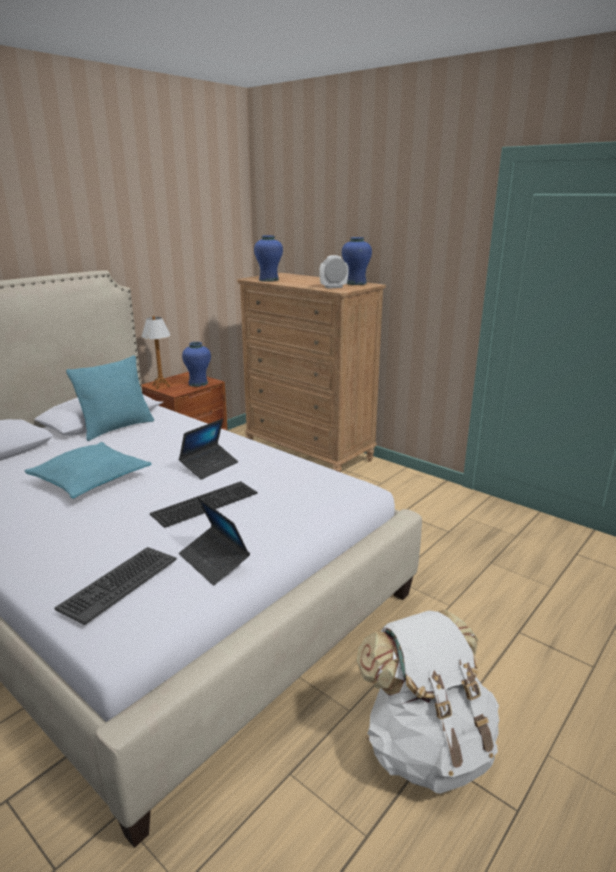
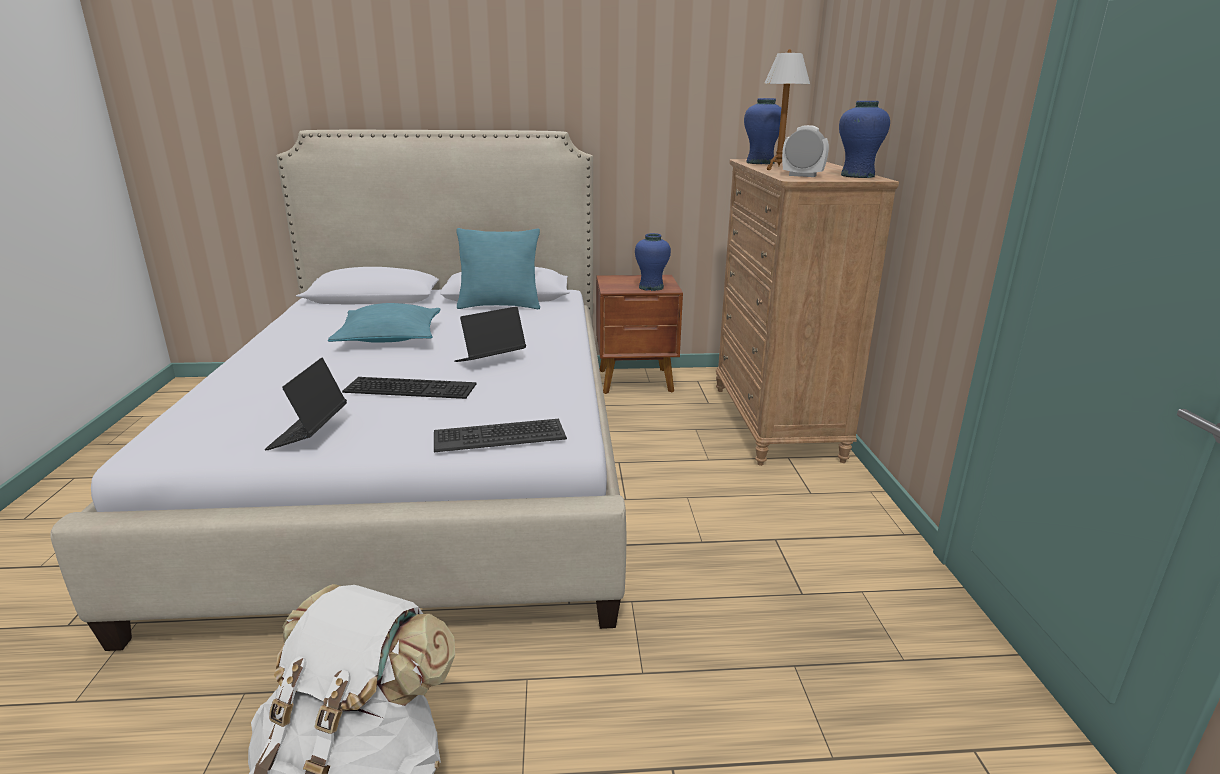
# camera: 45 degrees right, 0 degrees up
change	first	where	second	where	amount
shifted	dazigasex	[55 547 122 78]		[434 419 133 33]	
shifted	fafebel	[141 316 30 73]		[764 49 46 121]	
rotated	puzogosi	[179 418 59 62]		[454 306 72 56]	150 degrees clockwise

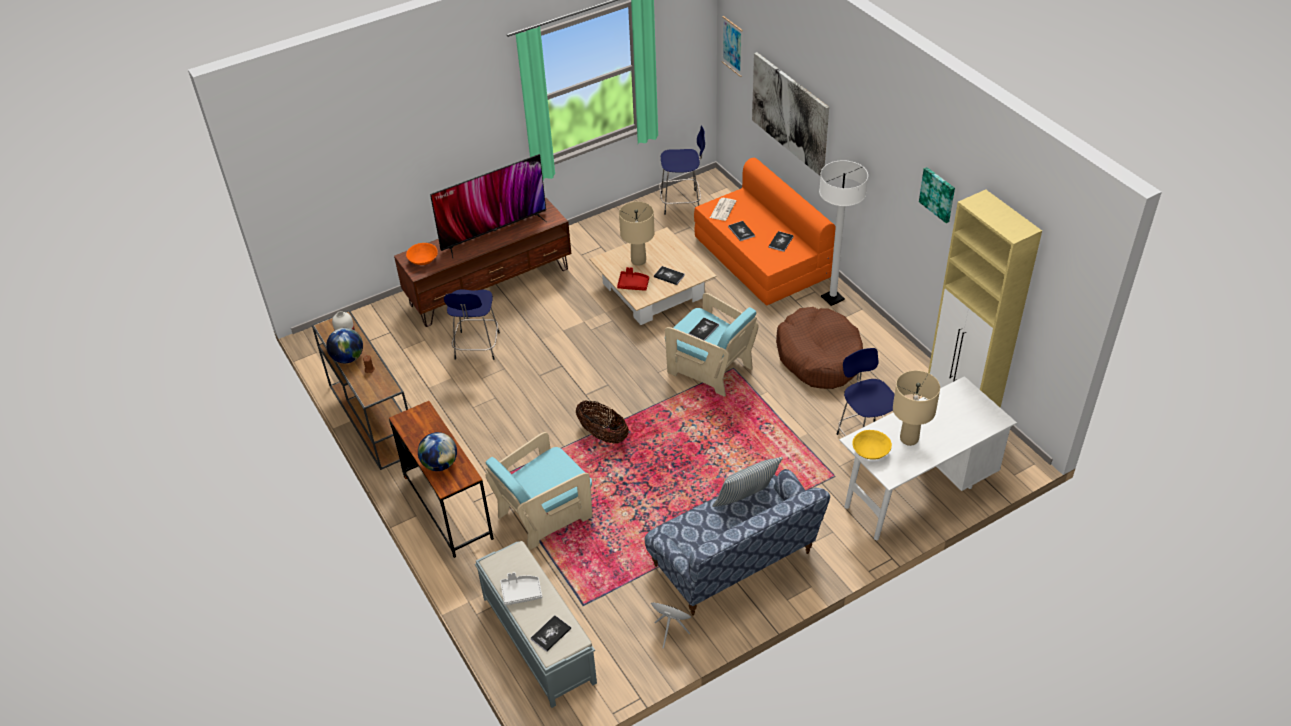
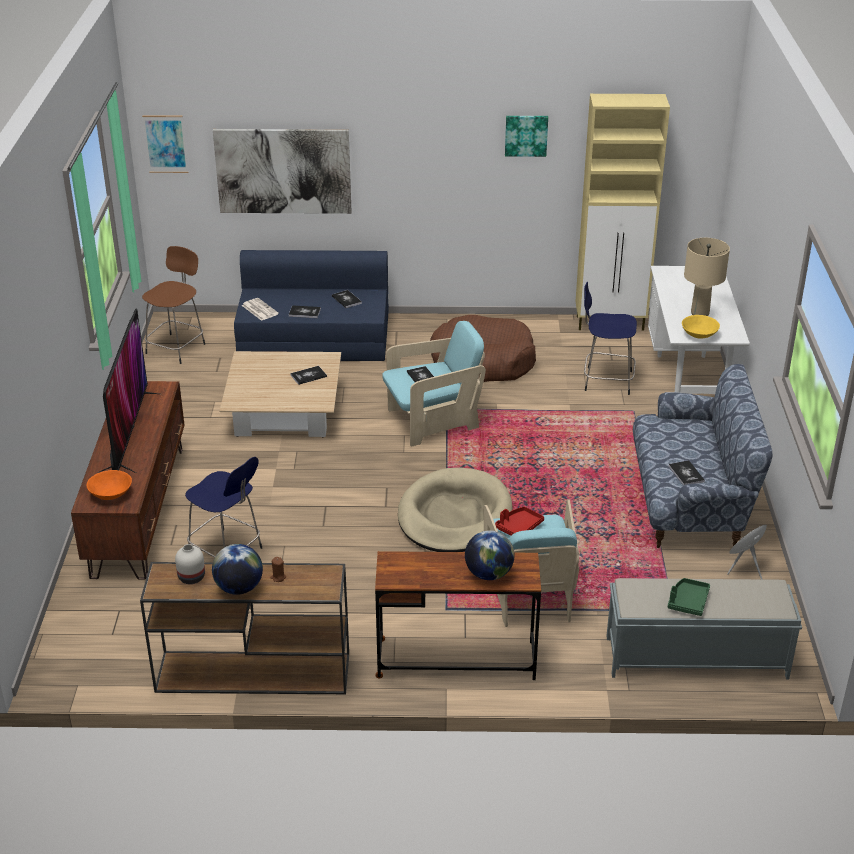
# camera: 60 degrees left, 10 degrees down
change	first	where	second	where	amount
gone	beige fafebel	[619 201 35 65]			
gone	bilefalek	[712 457 71 50]			
gone	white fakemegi	[819 160 49 146]			
shifted	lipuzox	[531 615 40 37]		[668 460 37 25]	
shifted	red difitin	[617 267 32 24]		[495 507 49 29]	
swapped	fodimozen	[576 400 53 44]	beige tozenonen	[398 467 115 85]	
repainted	grey difitin	[500 572 42 34]	green difitin	[668 578 42 38]	
repainted	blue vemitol	[659 125 46 90]	brown vemitol	[142 246 63 118]	
repainted	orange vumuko	[694 158 142 147]	blue vumuko	[234 250 155 111]	

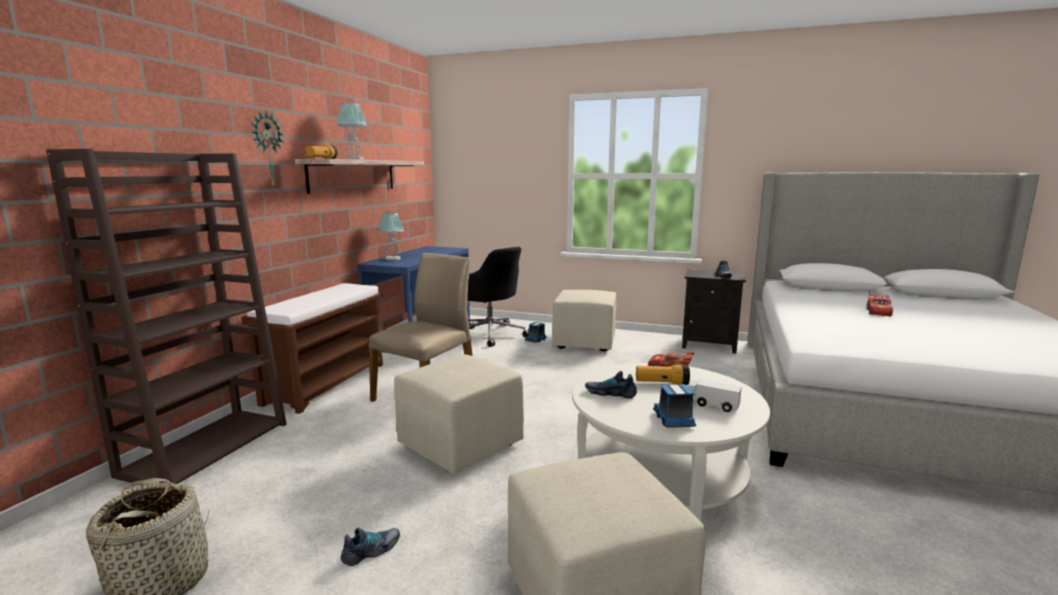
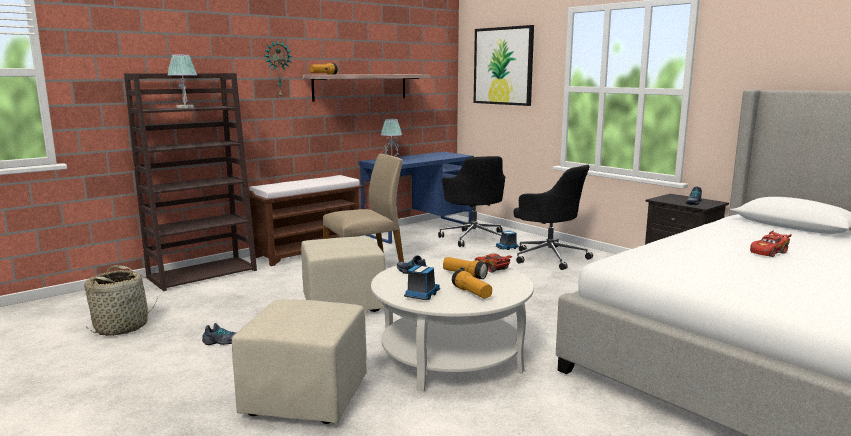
# camera: 30 degrees right, 0 degrees up
change	first	where	second	where	amount
new			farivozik	[474 25 60 81]	
shifted	fafebel	[337 103 30 57]		[167 55 30 53]	
swapped	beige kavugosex	[552 290 64 61]	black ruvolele	[514 164 79 106]	
swapped	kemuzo	[688 379 54 33]	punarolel	[452 269 40 29]	

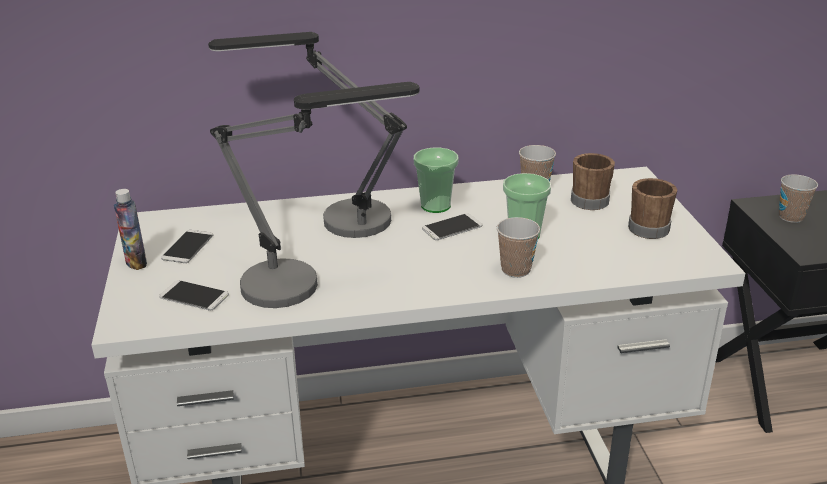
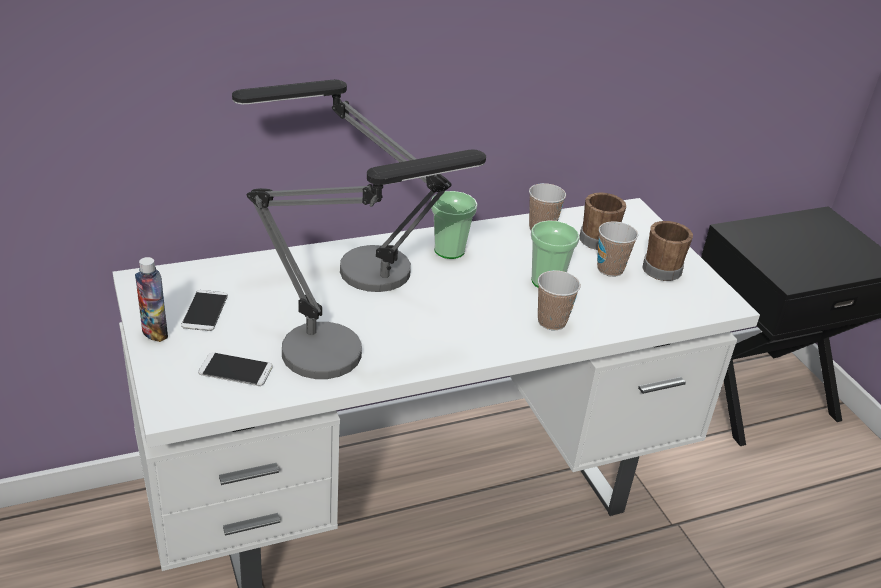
# camera: 15 degrees left, 5 degrees up
change	first	where	second	where	amount
gone	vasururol	[422 213 60 27]			
shifted	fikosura	[779 174 39 49]		[597 221 41 56]	

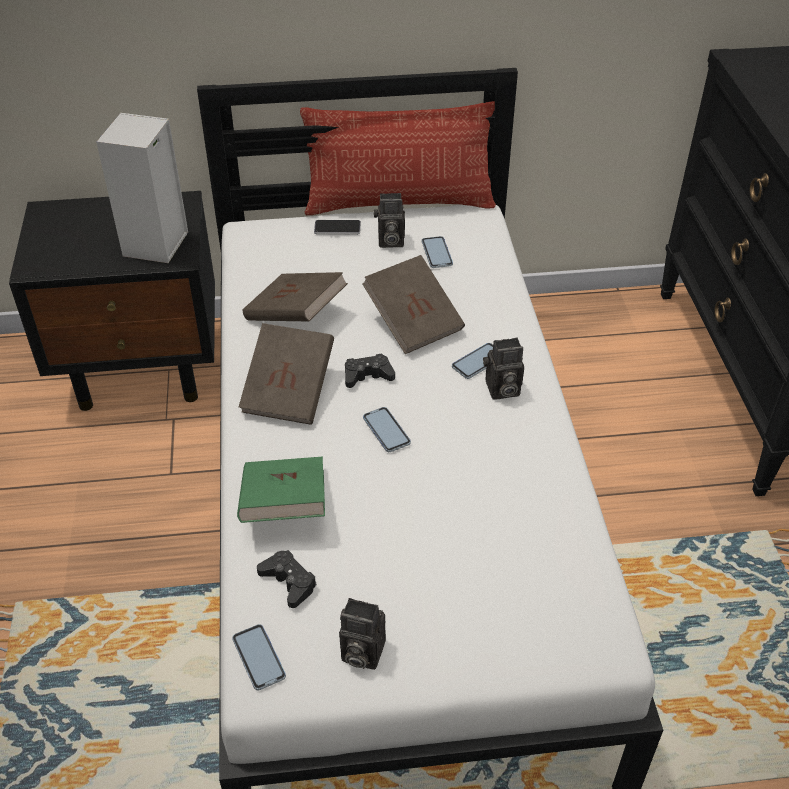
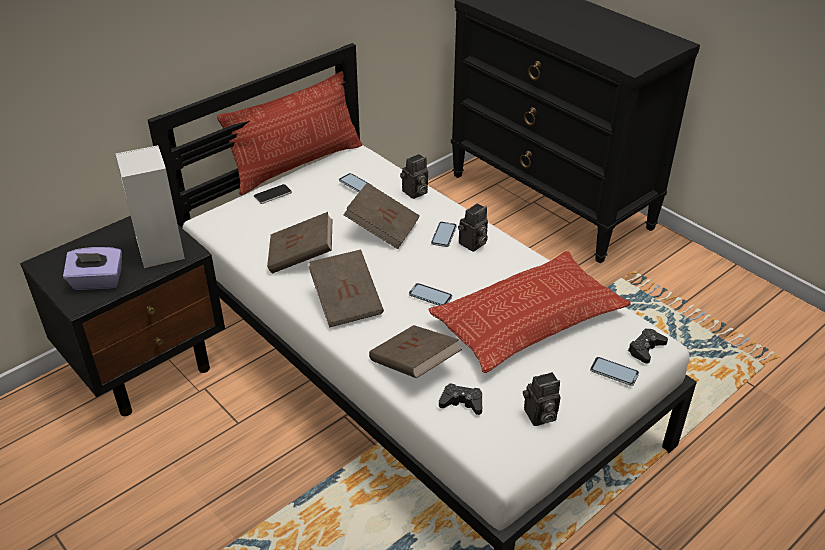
# camera: 35 degrees left, 5 degrees down
change	first	where	second	where	amount
new			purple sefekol	[63 247 59 43]	
new			bilefalek	[428 251 203 122]	
shifted	vasururol	[232 624 54 66]		[590 357 49 29]	
shifted	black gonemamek	[345 354 50 34]		[628 328 40 36]	
shifted	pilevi	[374 193 31 55]		[400 154 28 45]	
repainted	green lipuzox	[237 457 88 66]	brown lipuzox	[369 325 93 53]	

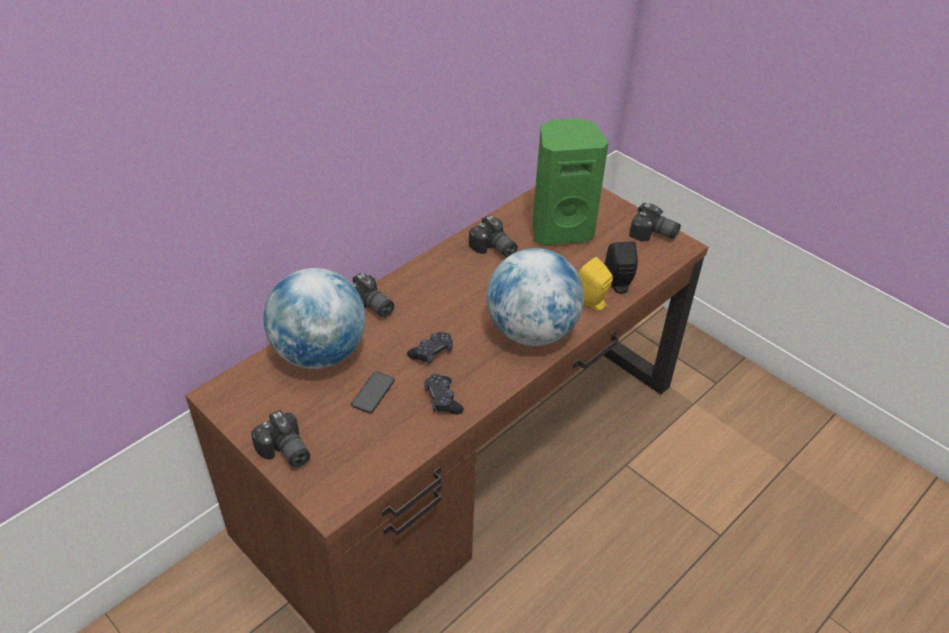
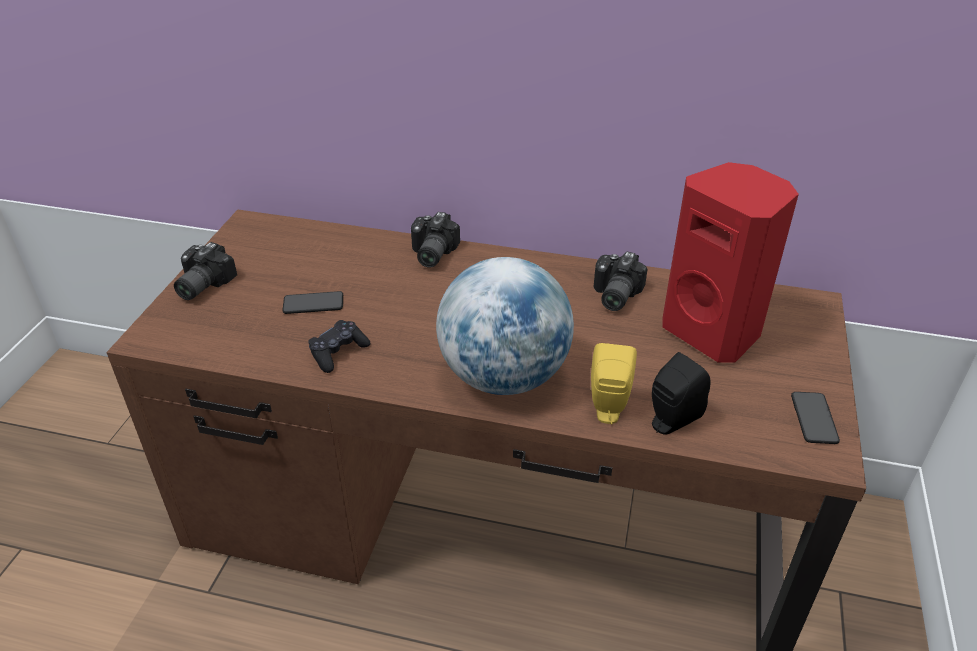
# camera: 60 degrees right, 5 degrees down
change	first	where	second	where	amount
gone	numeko	[263 268 103 101]			
gone	black gonemamek	[407 332 46 32]			
swapped	pilevi	[629 203 52 39]	vasururol	[791 392 49 52]	
repainted	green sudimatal	[533 118 76 127]	red sudimatal	[663 162 136 201]	

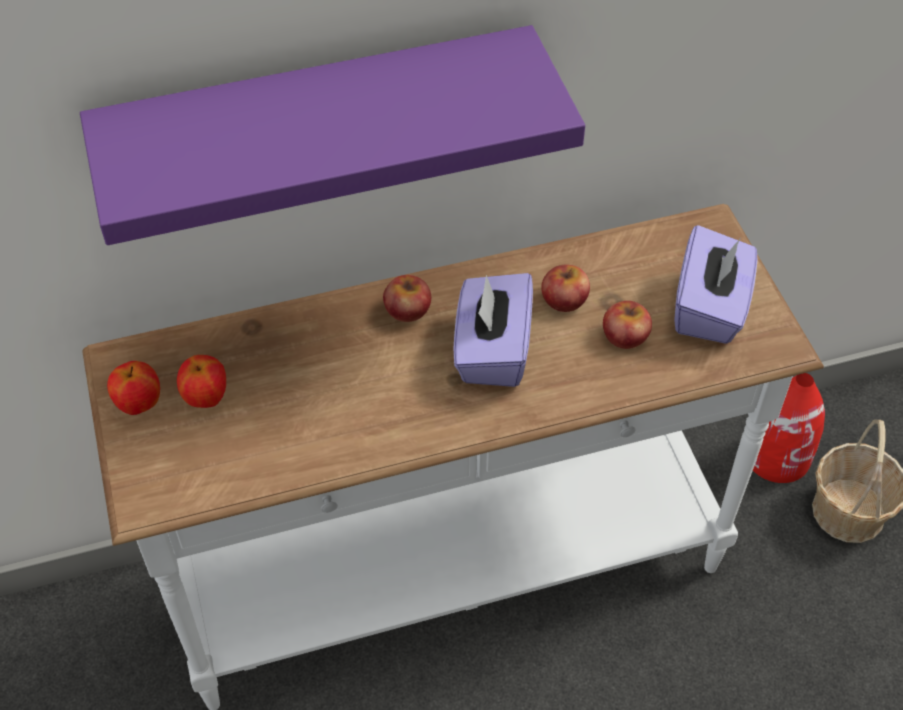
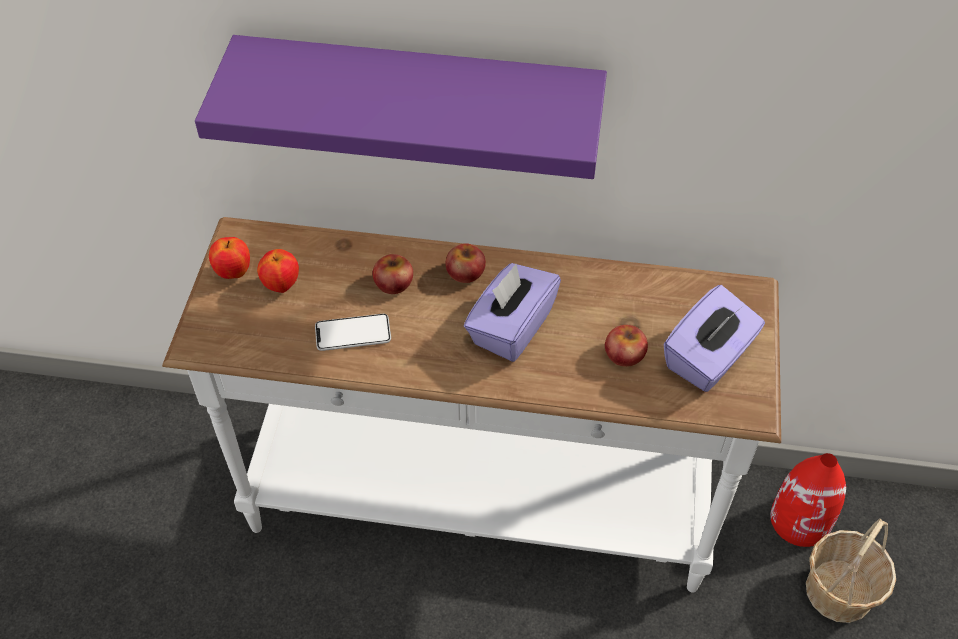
# camera: 25 degrees right, 0 degrees up
change	first	where	second	where	amount
new			vasururol	[315 314 76 37]	
shifted	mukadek	[541 264 49 48]		[372 254 41 40]	

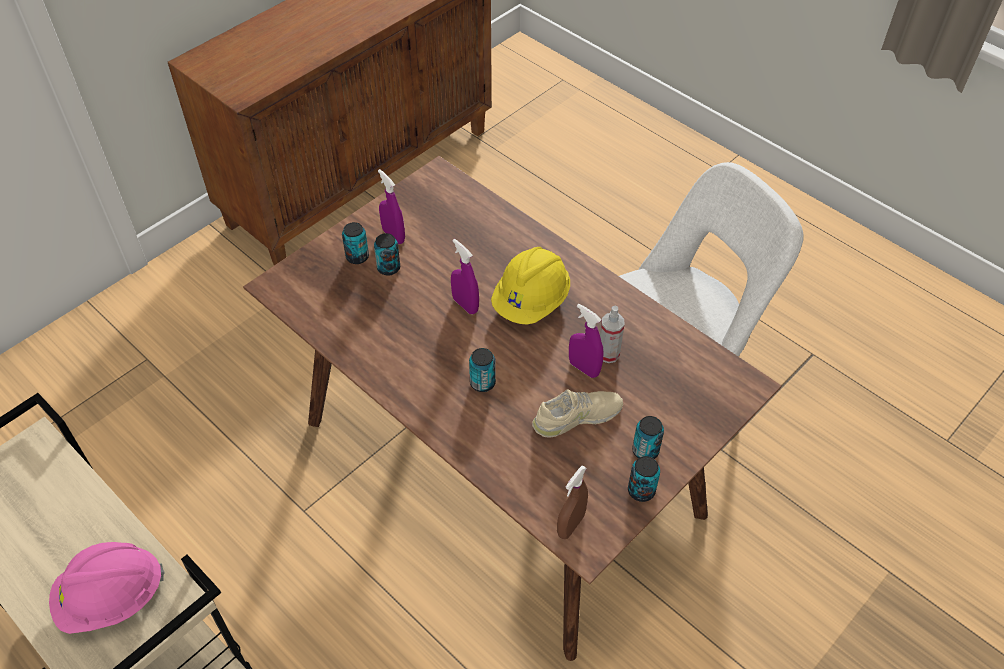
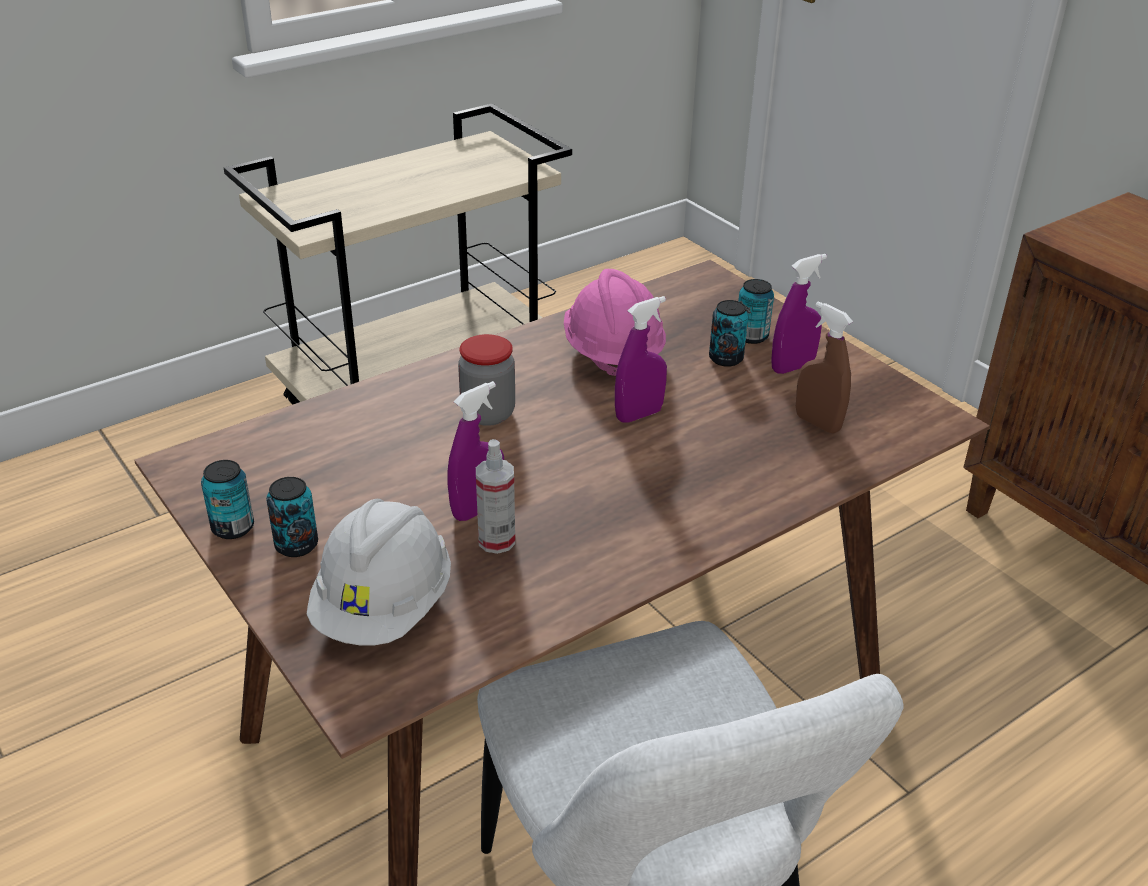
# camera: 100 degrees right, 15 degrees down
change	first	where	second	where	amount
gone	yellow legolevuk	[491 247 79 77]			
gone	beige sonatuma	[532 389 91 49]			
new			white legolevuk	[307 499 144 146]	
shifted	pink legolevuk	[49 542 115 92]		[564 269 102 107]	
shifted	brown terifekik	[557 466 31 73]		[796 301 57 133]	
swapped	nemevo	[469 348 27 44]	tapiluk	[458 334 57 92]	

